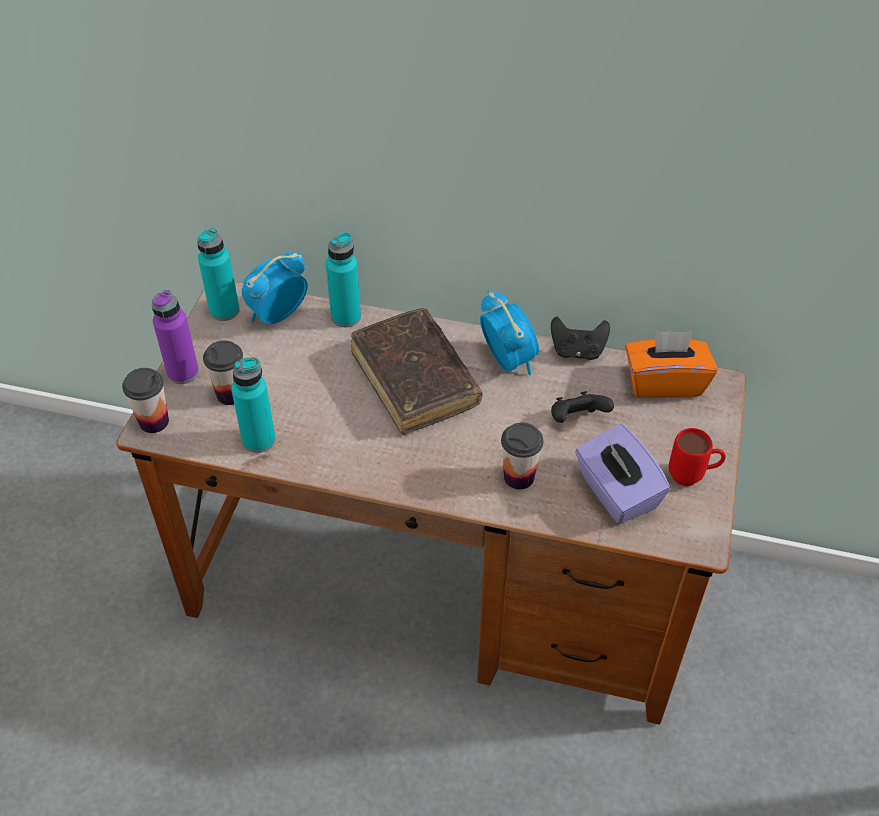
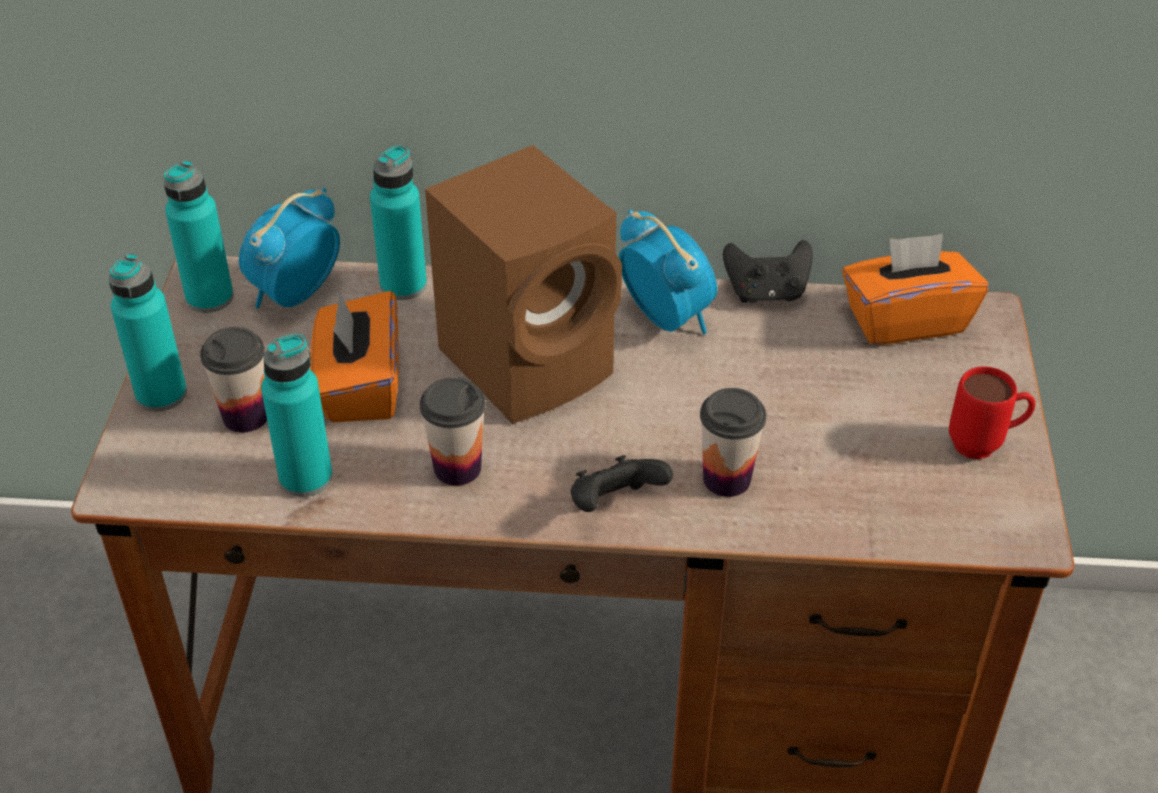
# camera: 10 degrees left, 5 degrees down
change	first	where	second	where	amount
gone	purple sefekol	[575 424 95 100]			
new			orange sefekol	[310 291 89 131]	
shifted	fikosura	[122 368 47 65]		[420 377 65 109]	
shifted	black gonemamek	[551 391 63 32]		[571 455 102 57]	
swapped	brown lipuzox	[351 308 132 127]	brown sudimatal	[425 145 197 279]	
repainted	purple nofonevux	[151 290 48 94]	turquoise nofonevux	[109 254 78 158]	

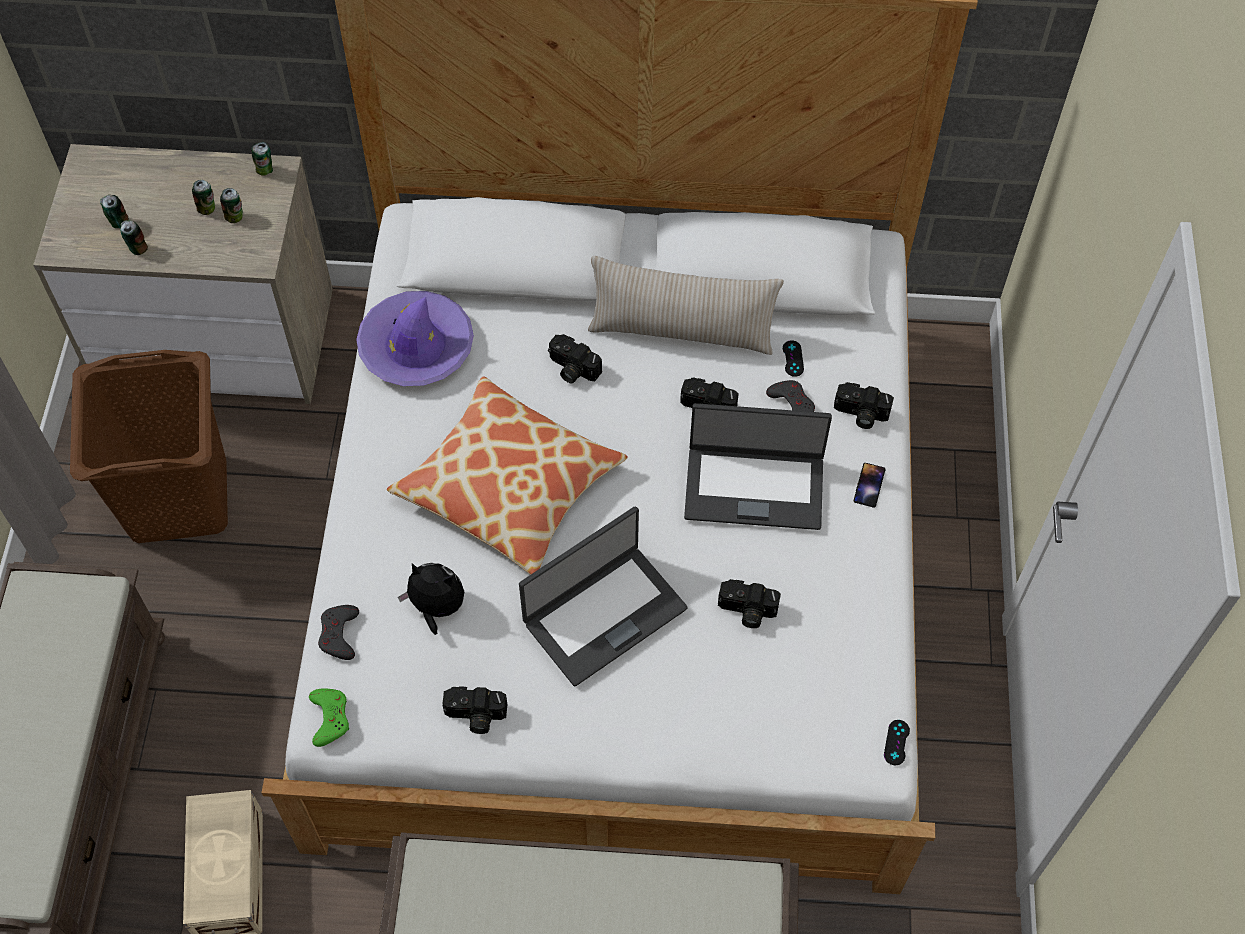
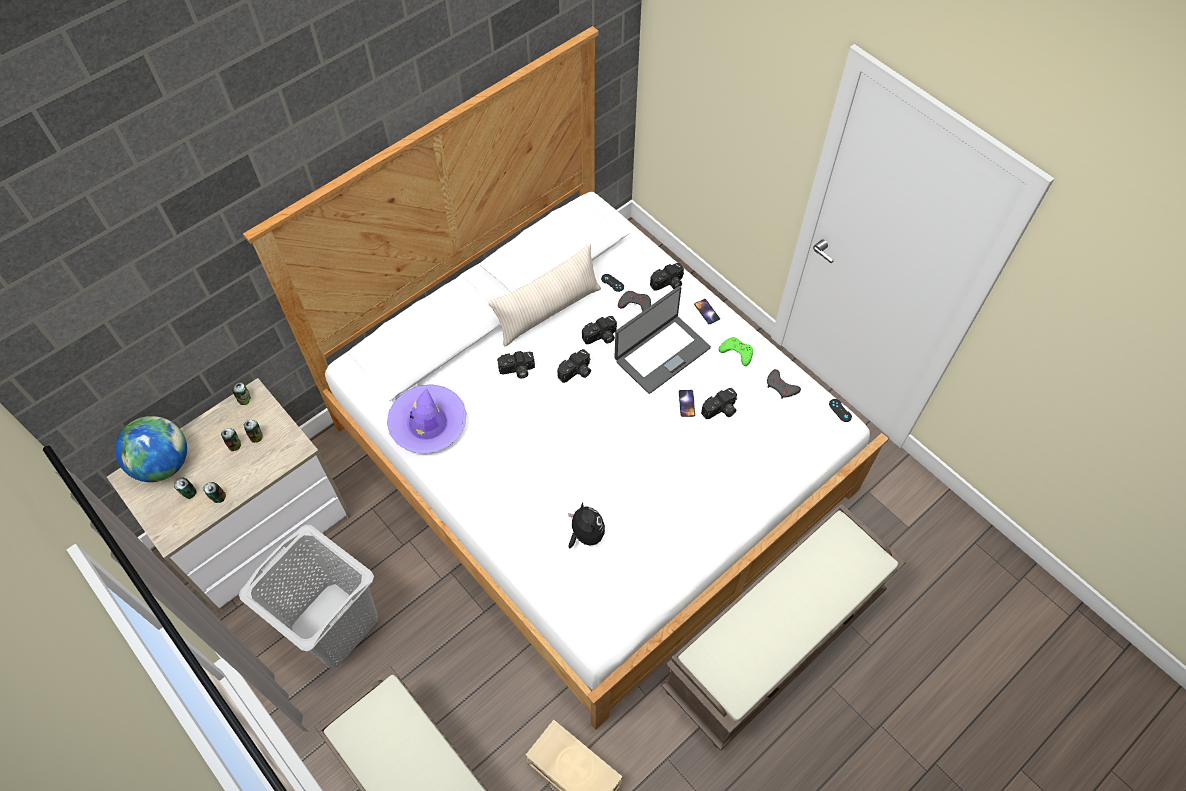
# camera: 45 degrees left, 0 degrees up
change	first	where	second	where	amount
gone	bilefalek	[387 376 241 199]			
gone	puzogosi	[519 507 168 179]			
new			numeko	[115 416 72 66]	
new			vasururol	[679 390 16 27]	
shifted	green gonemamek	[309 688 40 59]		[719 337 34 29]	
shifted	grey gonemamek	[318 605 41 55]		[767 369 34 29]	
shifted	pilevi	[442 686 65 48]		[557 349 34 34]	
repainted	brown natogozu	[70 350 158 193]	grey natogozu	[239 525 139 143]	
rotated	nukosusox	[398 563 66 72]		[568 502 37 47]	90 degrees clockwise

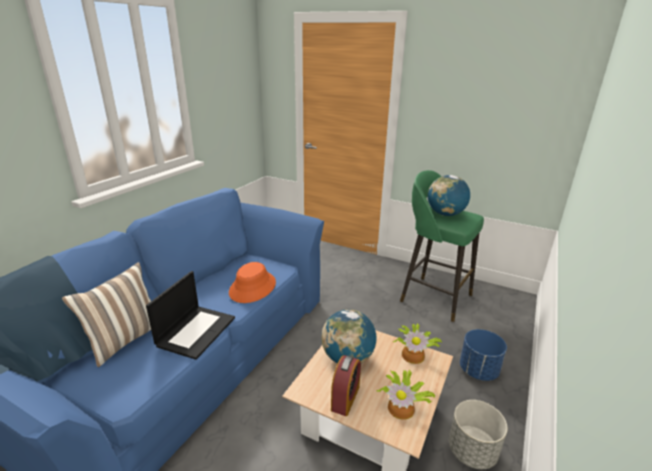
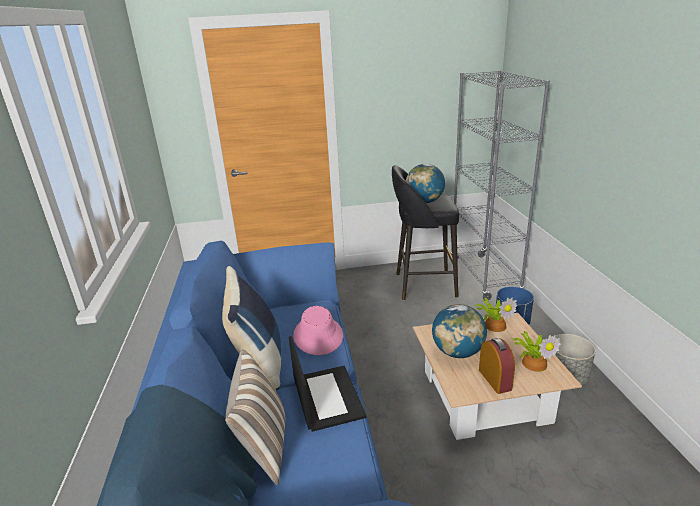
# camera: 35 degrees left, 0 degrees up
change	first	where	second	where	amount
new			blue bilefalek	[222 266 59 125]	
new			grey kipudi	[450 70 100 231]	
repainted	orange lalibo	[229 262 47 41]	pink lalibo	[293 306 50 49]	
repainted	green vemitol	[400 170 84 152]	black vemitol	[392 165 67 135]	

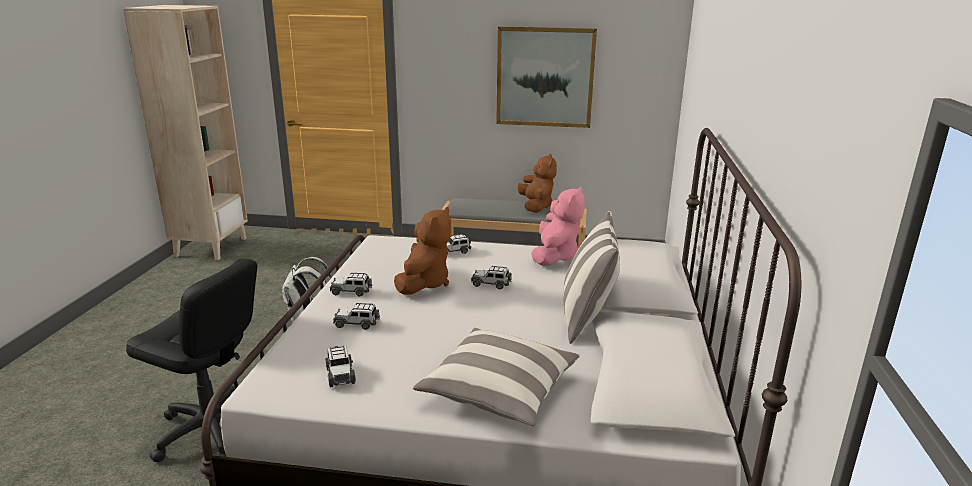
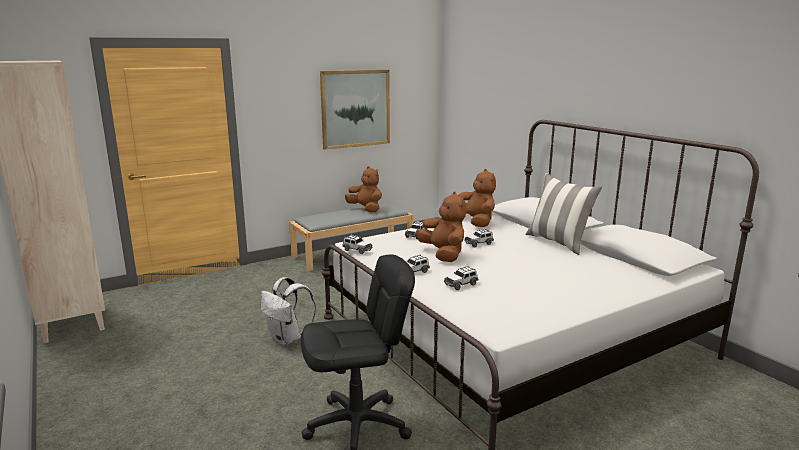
# camera: 40 degrees left, 5 degrees down
change	first	where	second	where	amount
gone	bilefalek	[413 328 167 99]			
shifted	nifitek	[325 345 31 42]		[342 235 31 19]	
repainted	pink nukosusox	[531 186 54 80]	brown nukosusox	[459 169 37 58]	

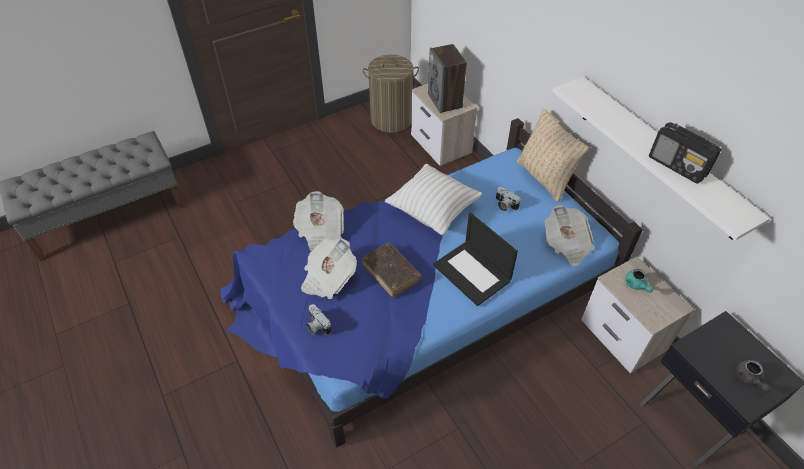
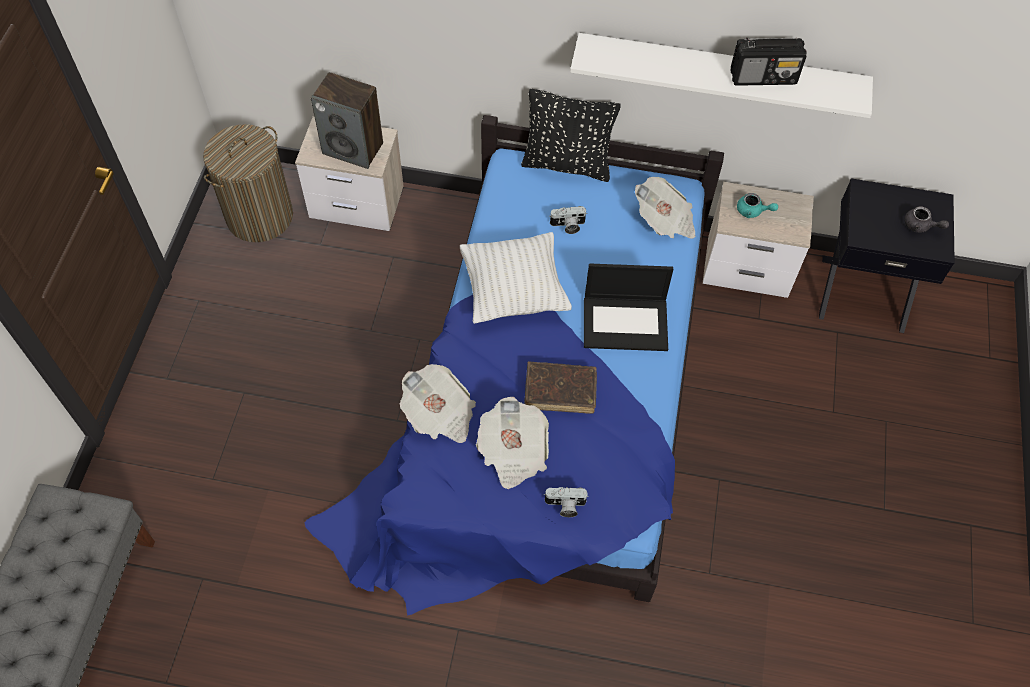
# camera: 50 degrees left, 10 degrees up
change	first	where	second	where	amount
repainted	beige bilefalek	[517 109 72 93]	black bilefalek	[521 89 100 93]	

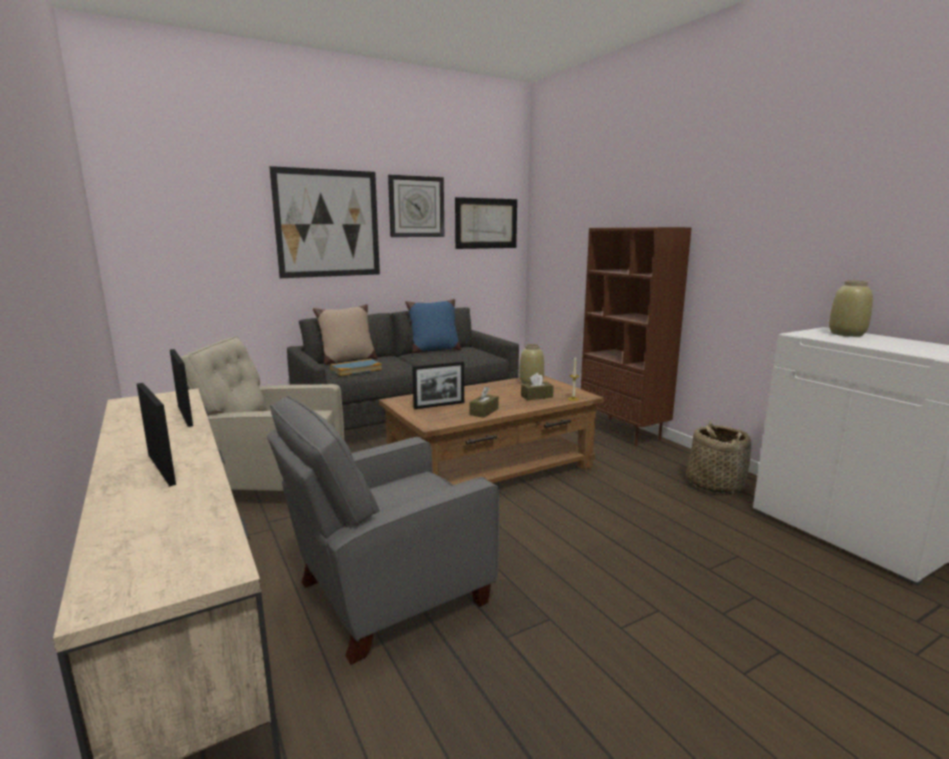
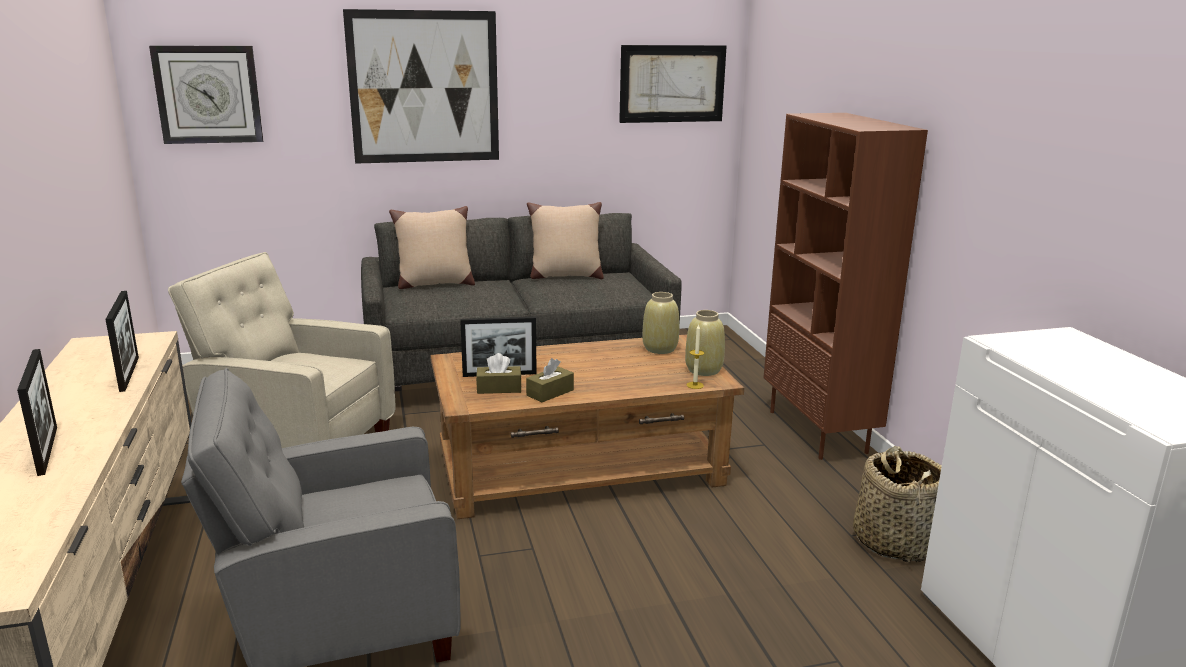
# camera: 15 degrees right, 5 degrees up
change	first	where	second	where	amount
gone	lipuzox	[330 359 52 17]			
shifted	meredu	[388 175 56 62]		[149 45 114 99]	
shifted	brown sefekol	[521 373 33 27]		[476 353 46 41]	
shifted	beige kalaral	[829 280 44 57]		[685 310 40 66]	
repainted	blue bilefalek	[405 299 56 54]	beige bilefalek	[527 202 77 77]	

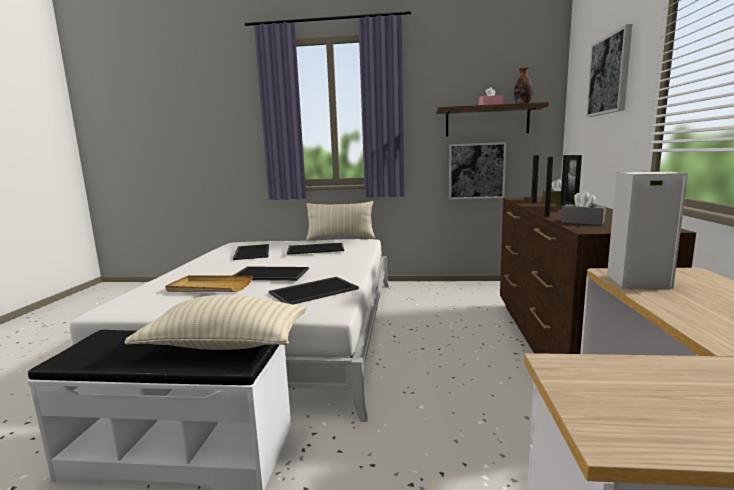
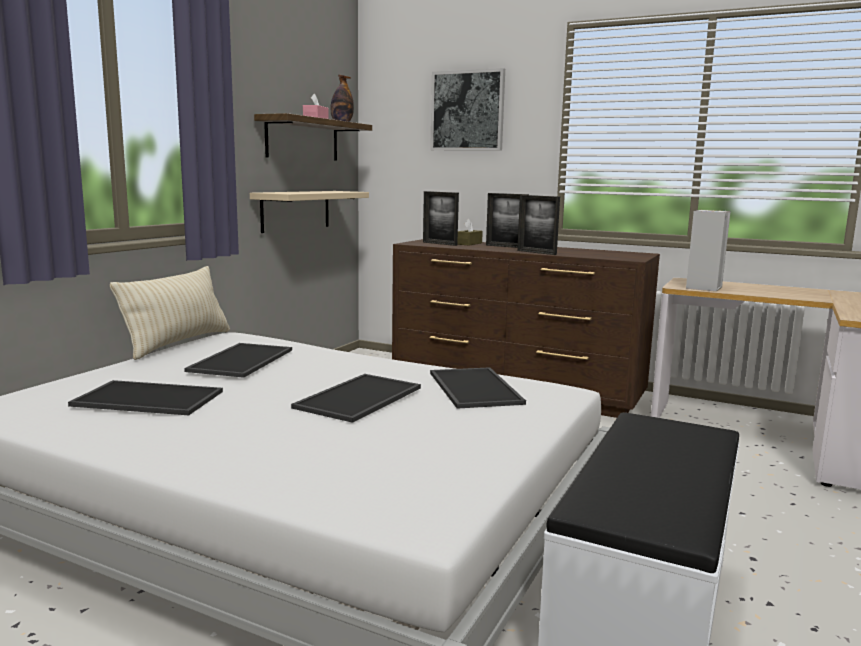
# camera: 70 degrees left, 0 degrees up
change	first	where	second	where	amount
gone	beige bilefalek	[124 295 183 55]			
gone	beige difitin	[165 275 88 17]			
gone	grey sefekol	[561 190 45 35]			
swapped	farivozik	[449 142 57 57]	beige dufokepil	[250 191 119 42]	

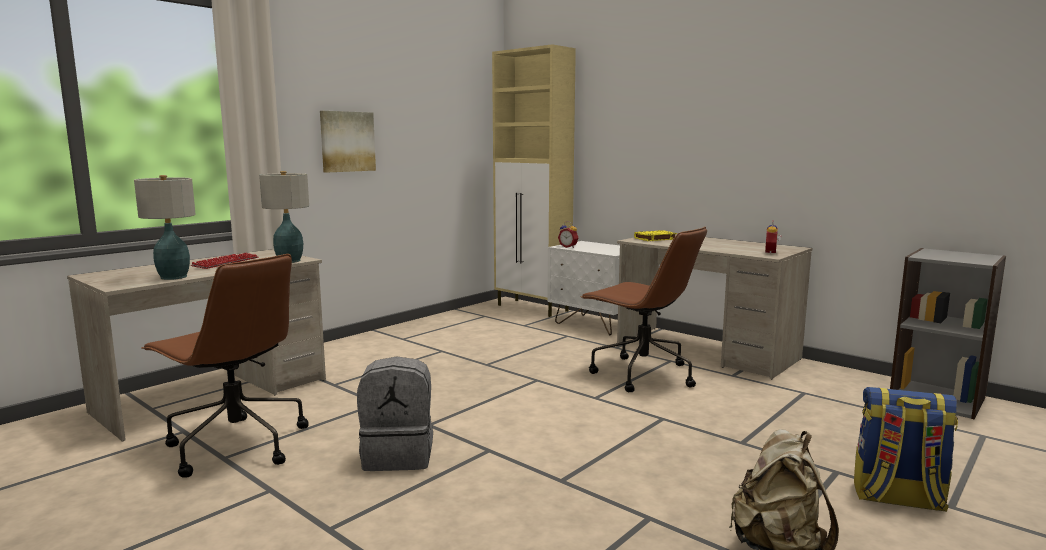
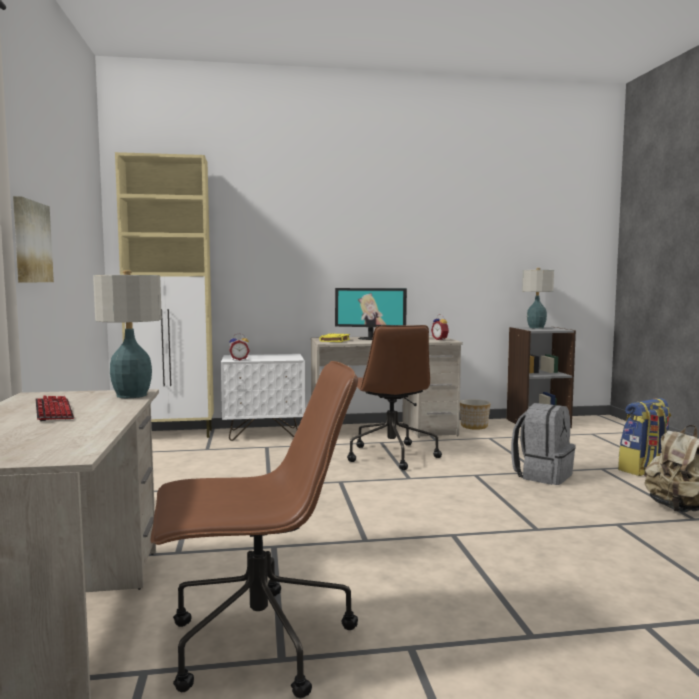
# camera: 50 degrees left, 5 degrees down
change	first	where	second	where	amount
new			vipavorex	[335 288 72 52]	
new			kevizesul	[460 399 31 31]	
shifted	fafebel	[134 175 62 105]		[522 268 32 61]	
shifted	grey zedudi	[357 356 76 115]		[511 403 65 82]	
rotated	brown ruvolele	[580 227 127 165]		[347 325 95 145]	90 degrees clockwise

